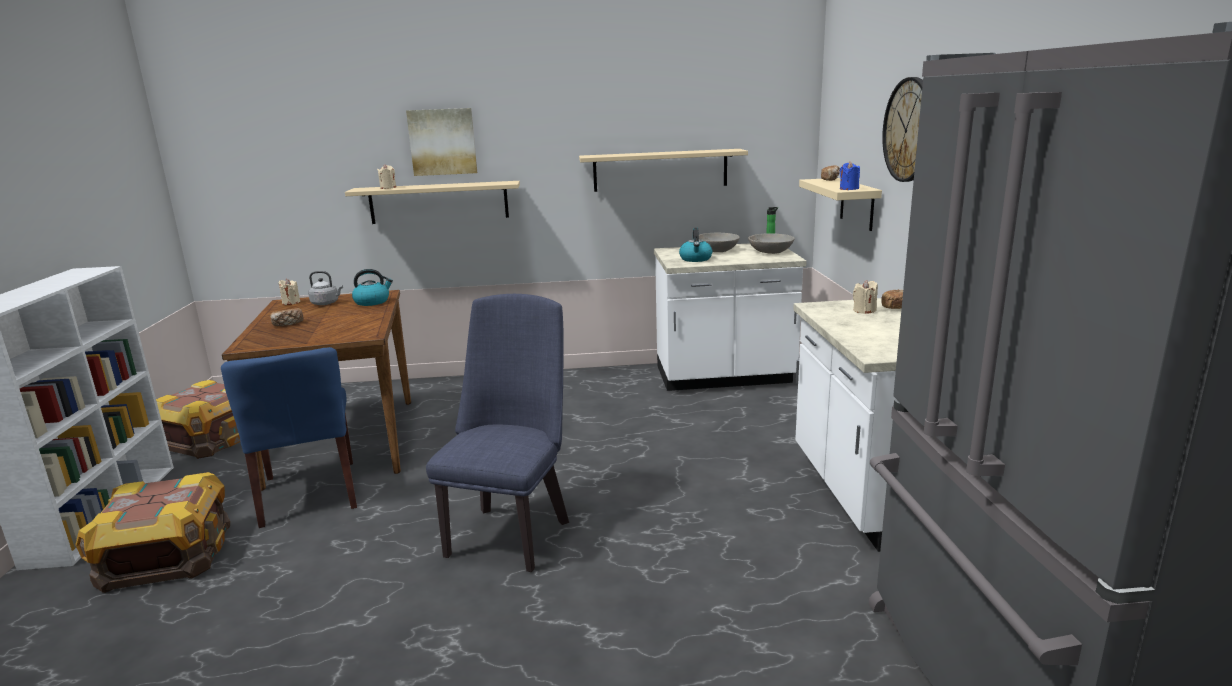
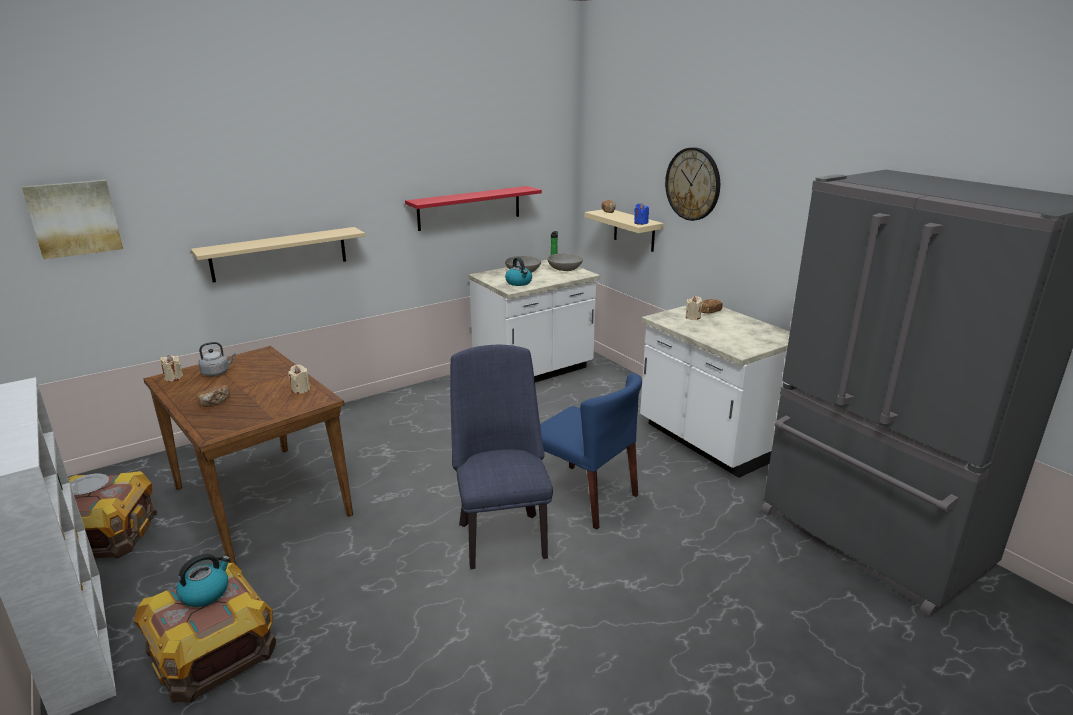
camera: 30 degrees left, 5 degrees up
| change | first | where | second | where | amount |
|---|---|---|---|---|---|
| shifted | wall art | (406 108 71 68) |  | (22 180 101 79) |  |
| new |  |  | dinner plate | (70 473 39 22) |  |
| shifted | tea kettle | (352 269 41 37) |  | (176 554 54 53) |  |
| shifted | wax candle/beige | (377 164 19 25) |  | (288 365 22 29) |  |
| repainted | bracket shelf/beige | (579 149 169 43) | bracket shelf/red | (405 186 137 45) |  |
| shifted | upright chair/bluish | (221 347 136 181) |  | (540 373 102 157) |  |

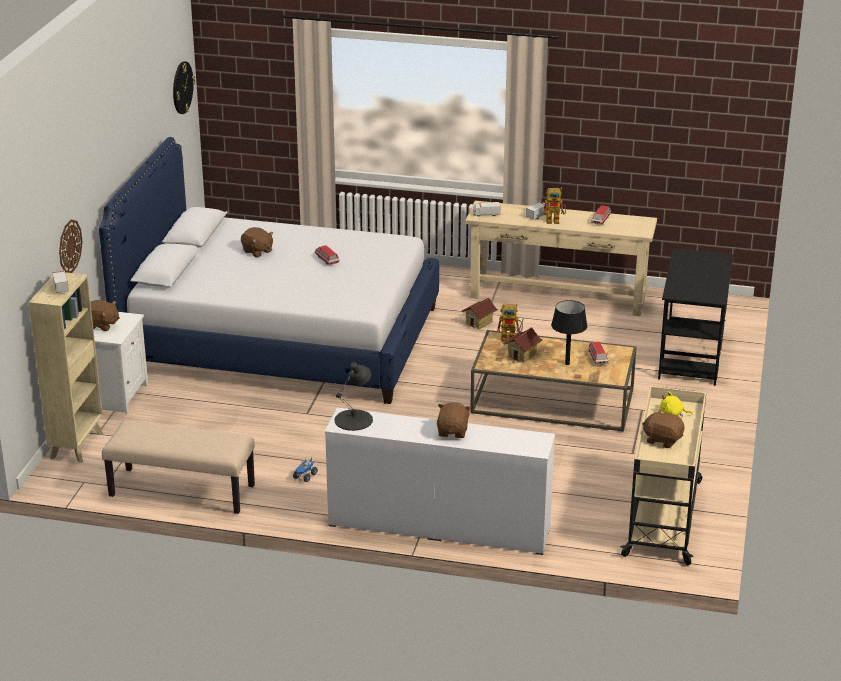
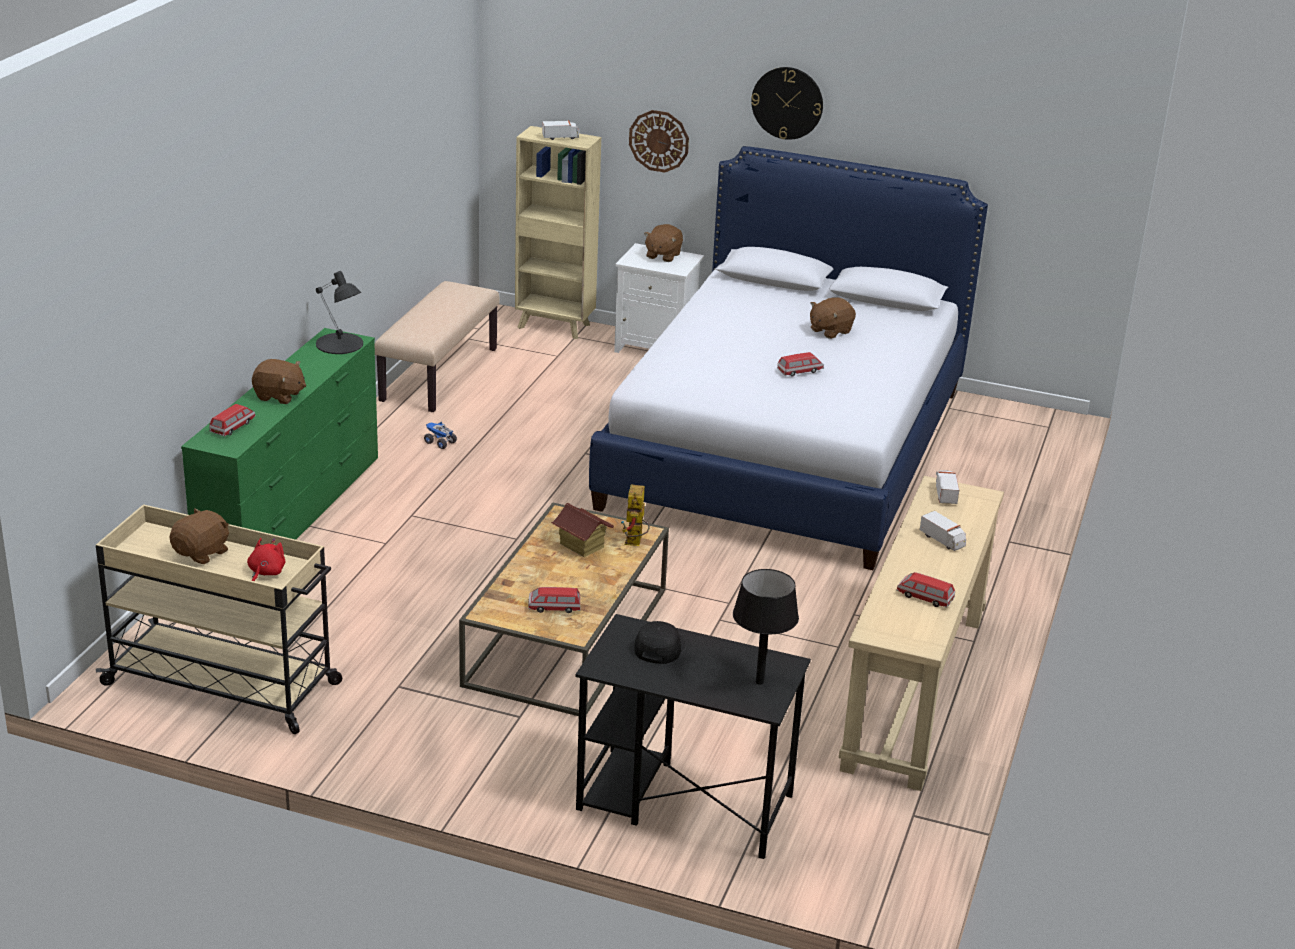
camera: 95 degrees right, 0 degrees up
| change | first | where | second | where | amount |
|---|---|---|---|---|---|
| repainted | dresser/white-coloured | (325 408 230 147) | dresser/greenish | (181 328 197 212) |  |
| new |  |  | toy car | (209 404 47 33) |  |
| repainted | plush toy/yellow | (660 391 33 25) | plush toy/red | (247 538 39 43) |  |
| new |  |  | baseball cap/black | (635 621 50 43) |  |
| shifted | tabletop lamp/black | (551 300 36 65) |  | (733 569 66 116) |  |
| shifted | clock on the wall | (173 61 22 53) |  | (751 67 72 73) |  |
| gone | model house | (462 298 36 31) |  |  |  |
| gone | model robot | (542 188 24 36) |  |  |  |

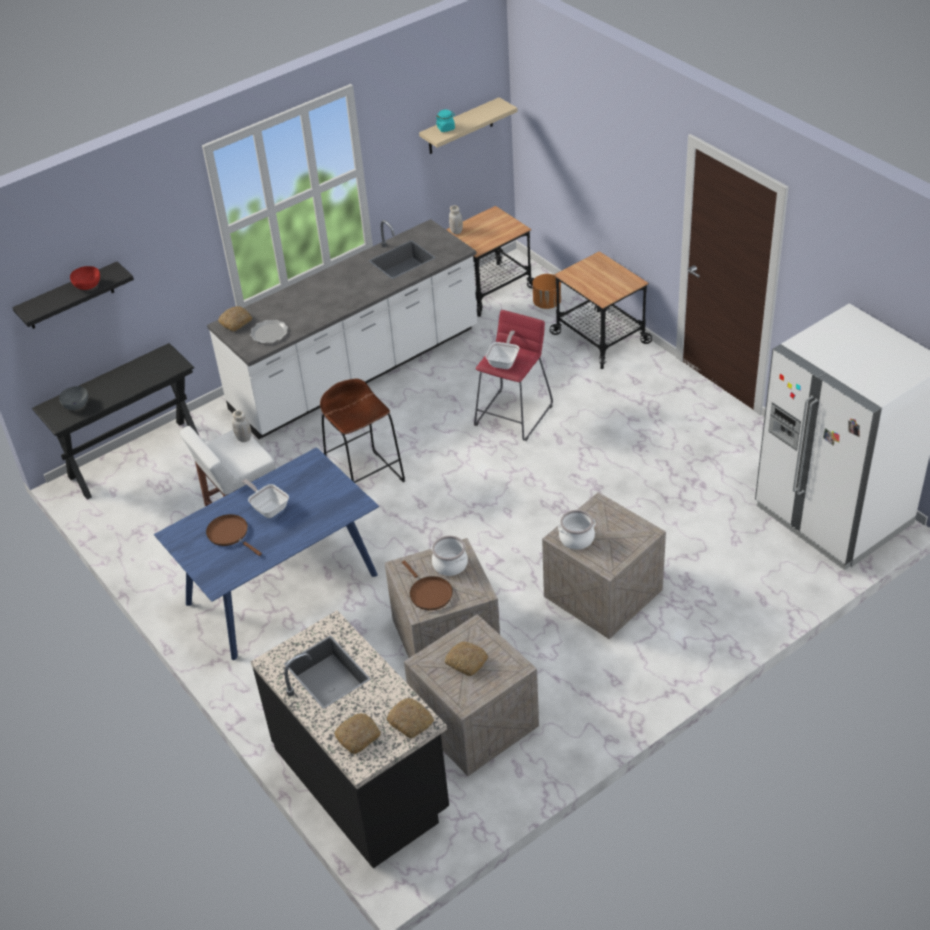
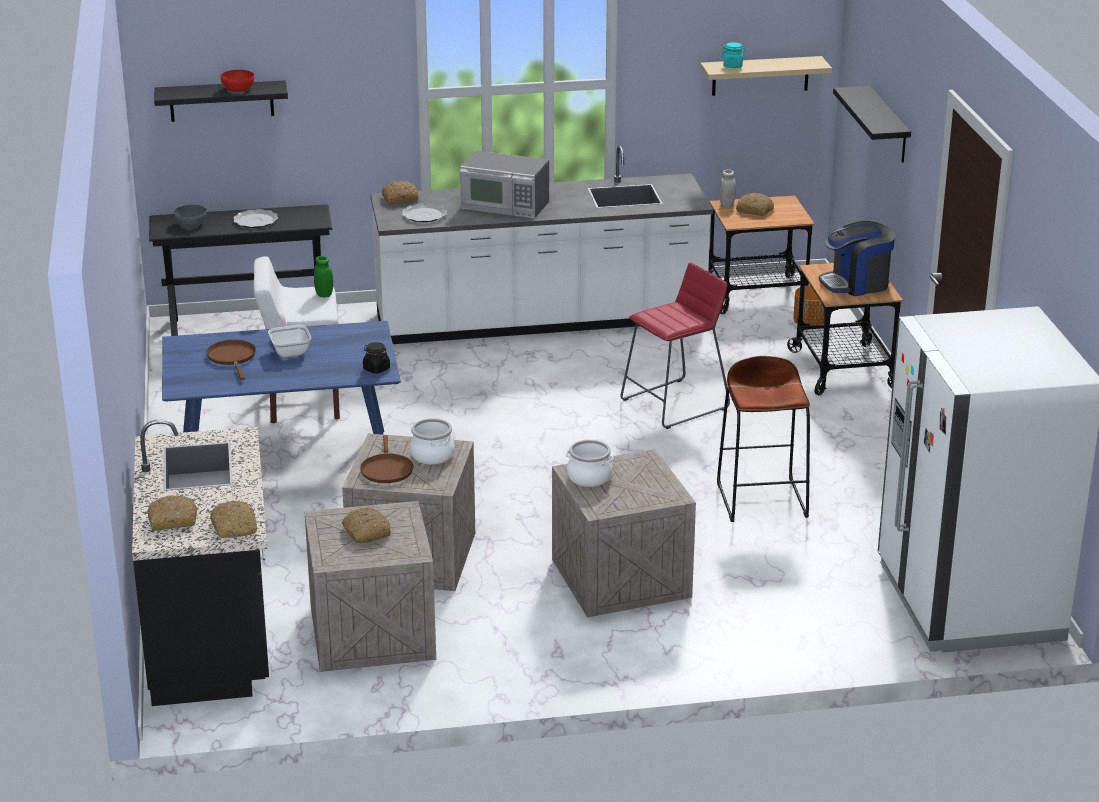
camera: 25 degrees right, 15 degrees down
| change | first | where | second | where | amount |
|---|---|---|---|---|---|
| new |  |  | dinner plate | (233 209 45 19) |  |
| repainted | preserve jar/white-coloured | (232 410 19 32) | preserve jar/greenish | (314 256 19 42) |  |
| new |  |  | preserve jar/black | (363 342 27 32) |  |
| new |  |  | microwave oven | (460 151 89 68) |  |
| shifted | stool/brown-coloured | (320 379 85 104) |  | (717 356 93 166) |  |
| new |  |  | bakery bread | (736 193 38 23) |  |
| new |  |  | coffee machine | (819 221 76 75) |  |
| new |  |  | bracket shelf/black | (833 86 78 77) |  |
| gone | pan | (486 330 33 39) |  |  |  |

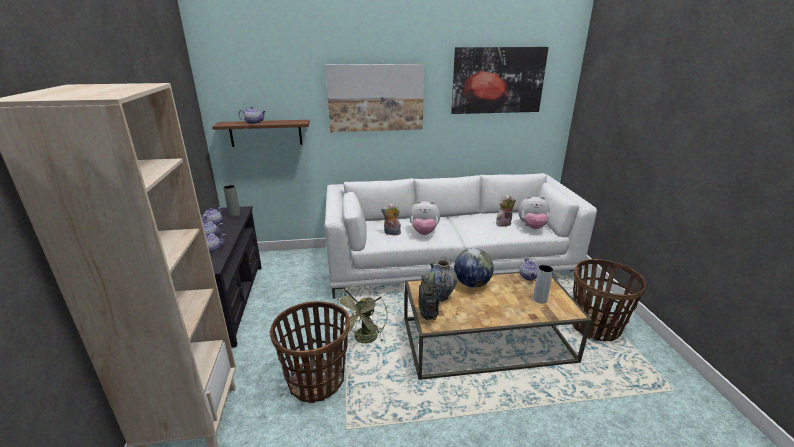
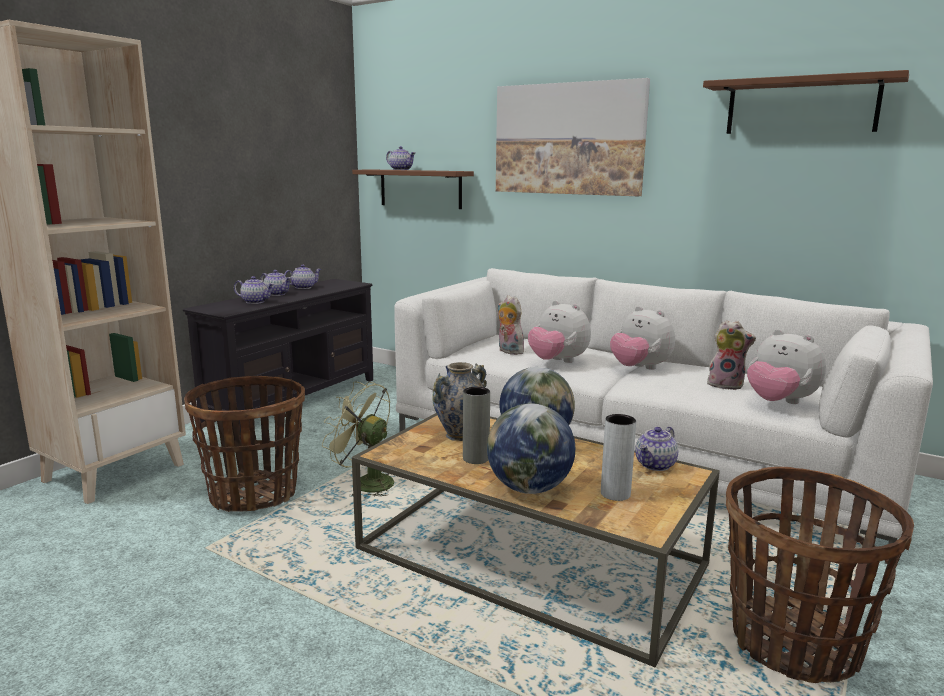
camera: 40 degrees right, 10 degrees down
| change | first | where | second | where | amount |
|---|---|---|---|---|---|
| rotated | fan/greenish | (335 285 53 58) |  | (322 382 72 115) | 60 degrees clockwise |
| shifted | vase/grey | (223 185 17 32) |  | (463 387 27 77) |  |
| new |  |  | world globe | (487 403 88 91) |  |
| new |  |  | plush toy | (610 306 65 64) |  |
| swapped | wall art | (451 47 98 67) | bracket shelf/brown-coloured | (703 70 206 64) |  |
| gone | radio set | (419 274 21 46) |  |  |  |

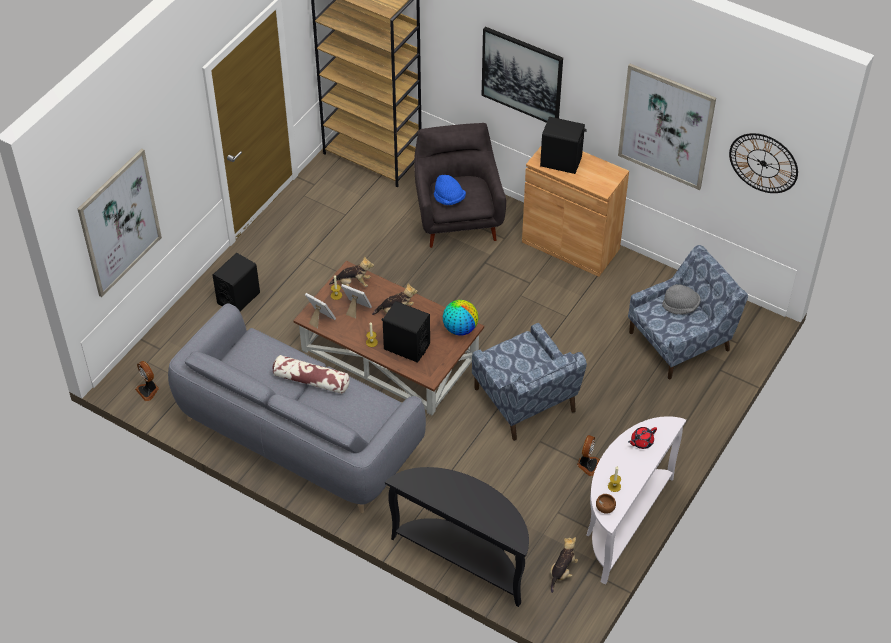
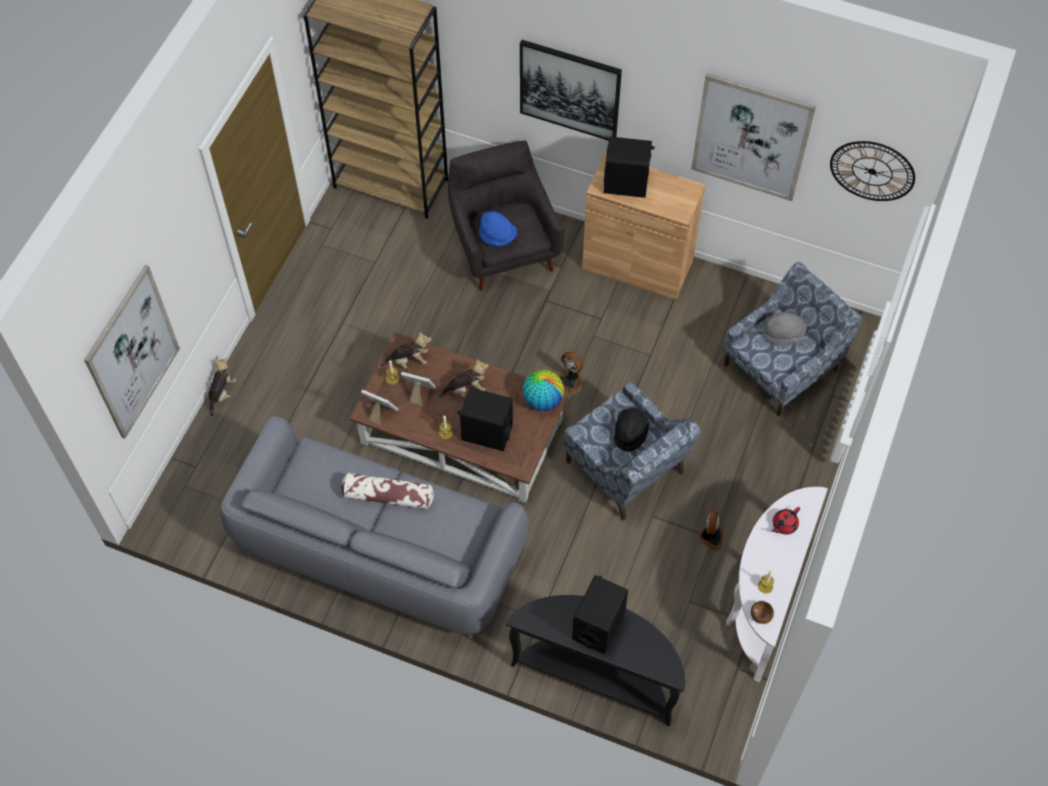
camera: 10 degrees left, 10 degrees up
| change | first | where | second | where | amount |
|---|---|---|---|---|---|
| shifted | plush toy | (550 537 28 56) |  | (207 357 29 59) |  |
| shifted | fan | (135 361 24 40) |  | (559 351 24 42) |  |
| shifted | speaker/black | (212 253 48 58) |  | (572 575 56 79) |  |
| new |  |  | wearable hat/black | (614 407 36 45) |  |

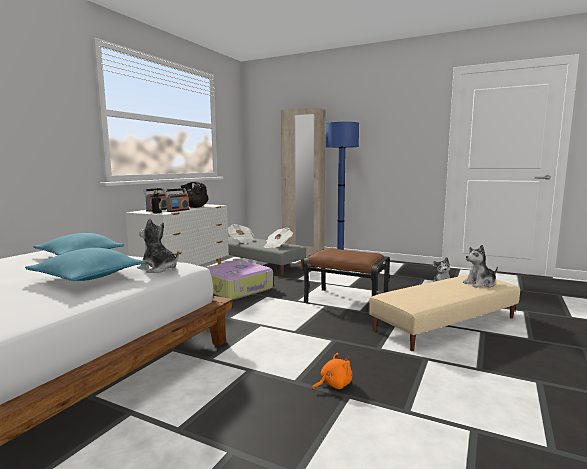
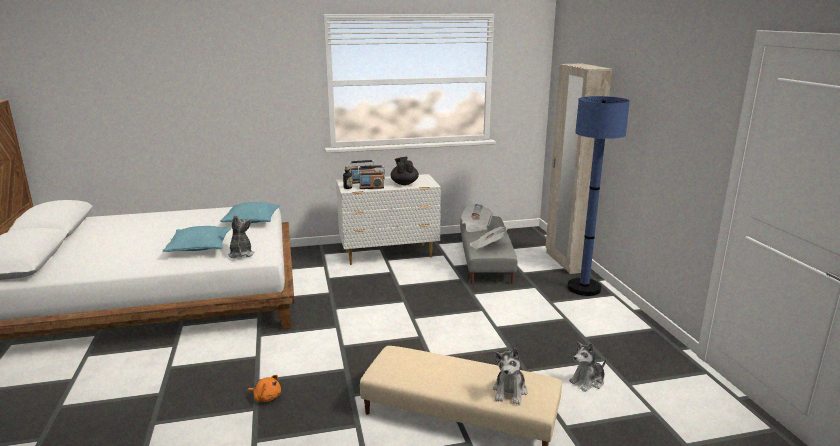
camera: 50 degrees right, 10 degrees up
| change | first | where | second | where | amount |
|---|---|---|---|---|---|
| rotated | plush toy | (463 245 35 43) |  | (493 348 34 57) | 105 degrees counterclockwise |
| gone | suitcase | (206 260 67 40) |  |  |  |
| gone | ottoman/brown-coloured | (303 248 87 55) |  |  |  |

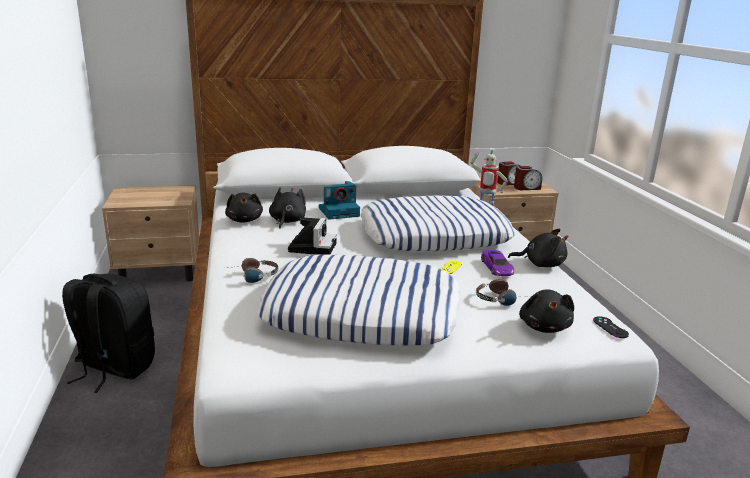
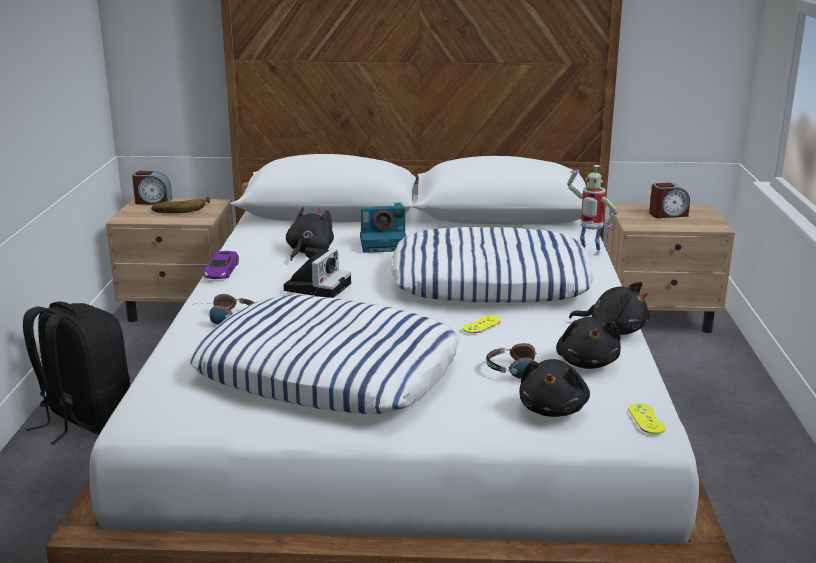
camera: 15 degrees right, 0 degrees up
| change | first | where | second | where | amount |
|---|---|---|---|---|---|
| shifted | table clock | (514 166 28 24) |  | (132 171 40 33) |  |
| new |  |  | whole banana | (151 196 59 17) |  |
| shifted | toy car/purple-coloured | (481 250 33 26) |  | (204 251 35 28) |  |
| shifted | plush toy/black | (225 192 38 31) |  | (556 317 65 52) |  |
| repainted | game controller/black | (593 316 36 22) | game controller/yellow | (628 404 38 30) |  |

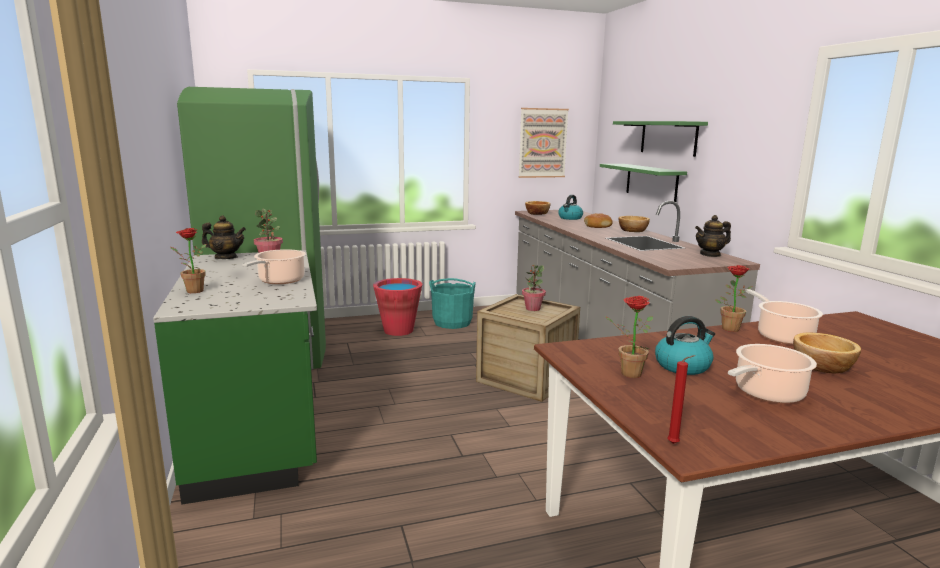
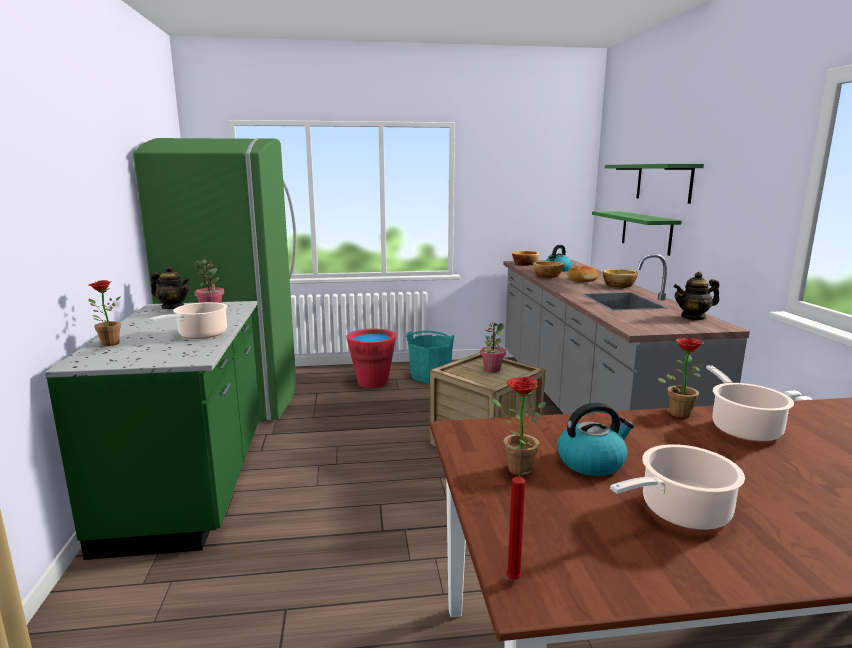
camera: 10 degrees right, 0 degrees up
| change | first | where | second | where | amount |
|---|---|---|---|---|---|
| shifted | deep dish | (793 333 68 41) |  | (533 261 31 17) |  |
| gone | wall art | (518 108 51 70) |  |  |  |

